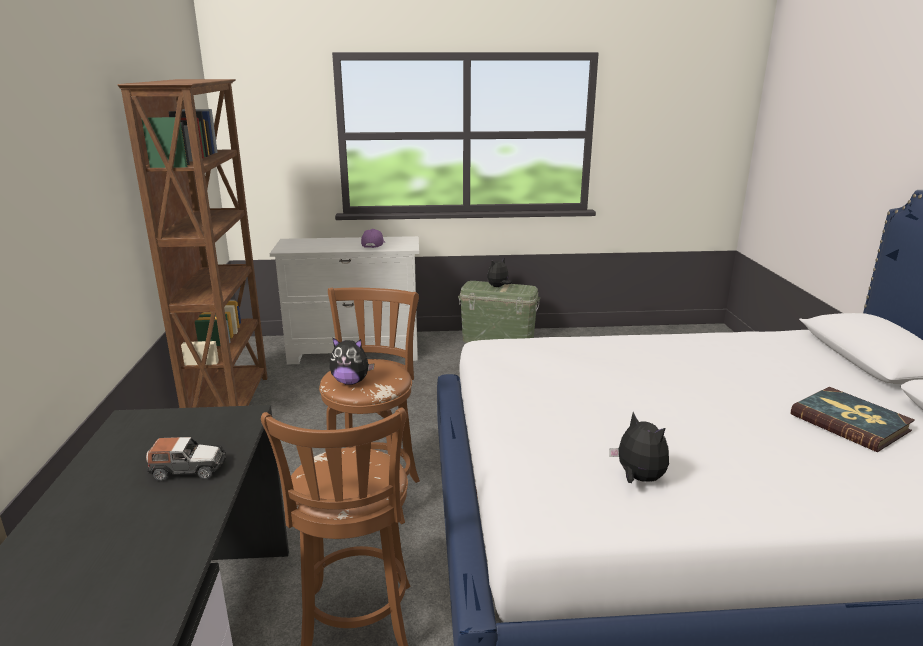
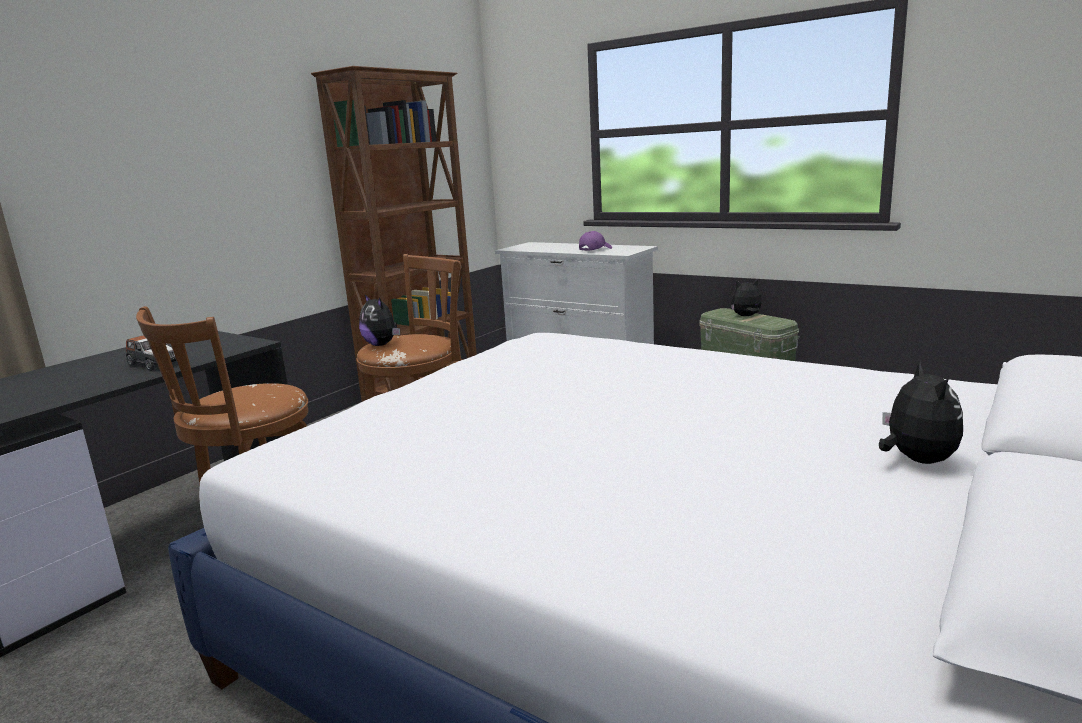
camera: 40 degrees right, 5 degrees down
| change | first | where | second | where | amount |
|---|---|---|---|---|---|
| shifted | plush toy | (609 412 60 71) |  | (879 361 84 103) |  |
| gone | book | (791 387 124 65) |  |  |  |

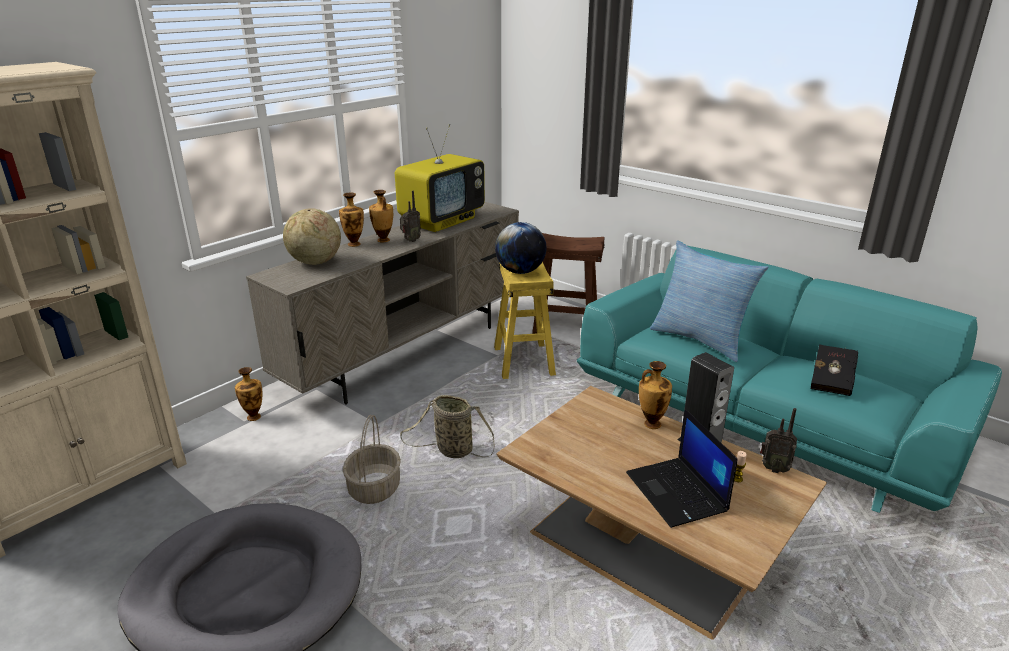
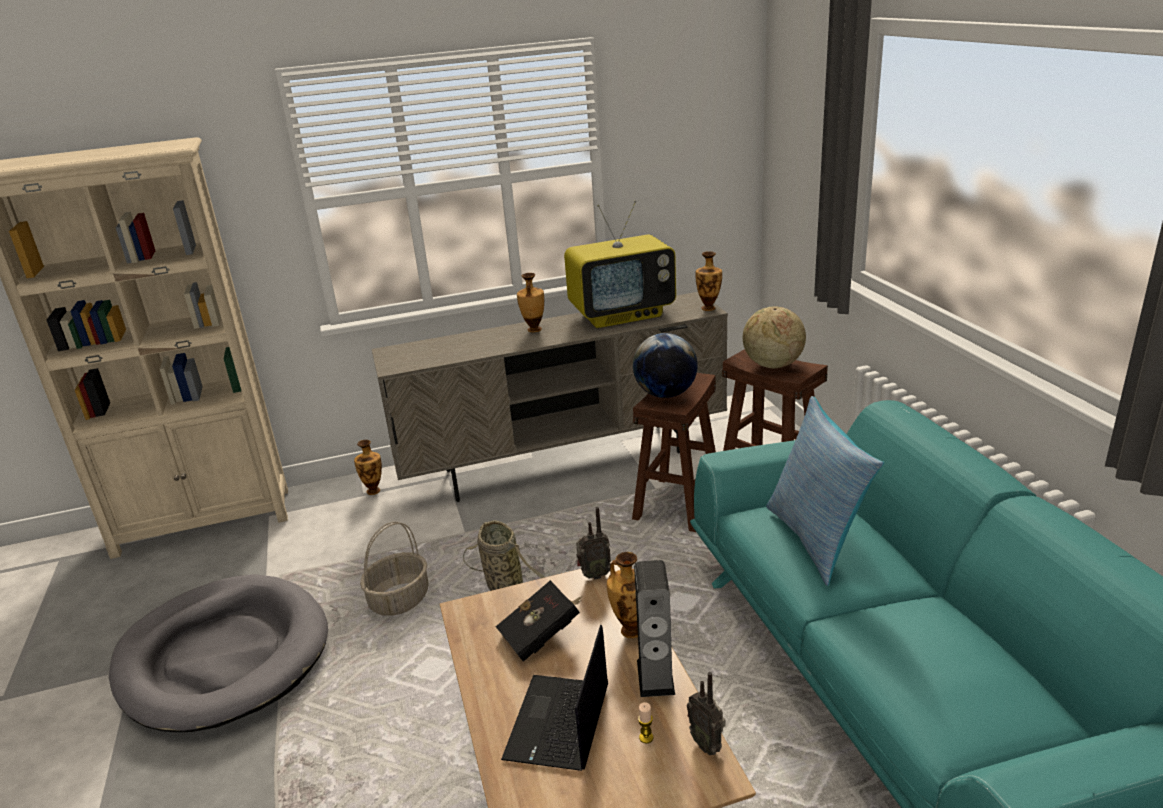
camera: 35 degrees right, 0 degrees up
| change | first | where | second | where | amount |
|---|---|---|---|---|---|
| shifted | book/black | (811 344 47 52) |  | (496 580 87 82) |  |
| shifted | radio set | (400 191 21 51) |  | (576 507 35 73) |  |
| repainted | stool/yellow | (494 262 62 117) | stool/brown-coloured | (632 373 84 159) |  |
| shifted | vase | (339 193 25 54) |  | (696 251 26 60) |  |
| shifted | world globe | (283 208 58 57) |  | (743 306 63 62) |  |

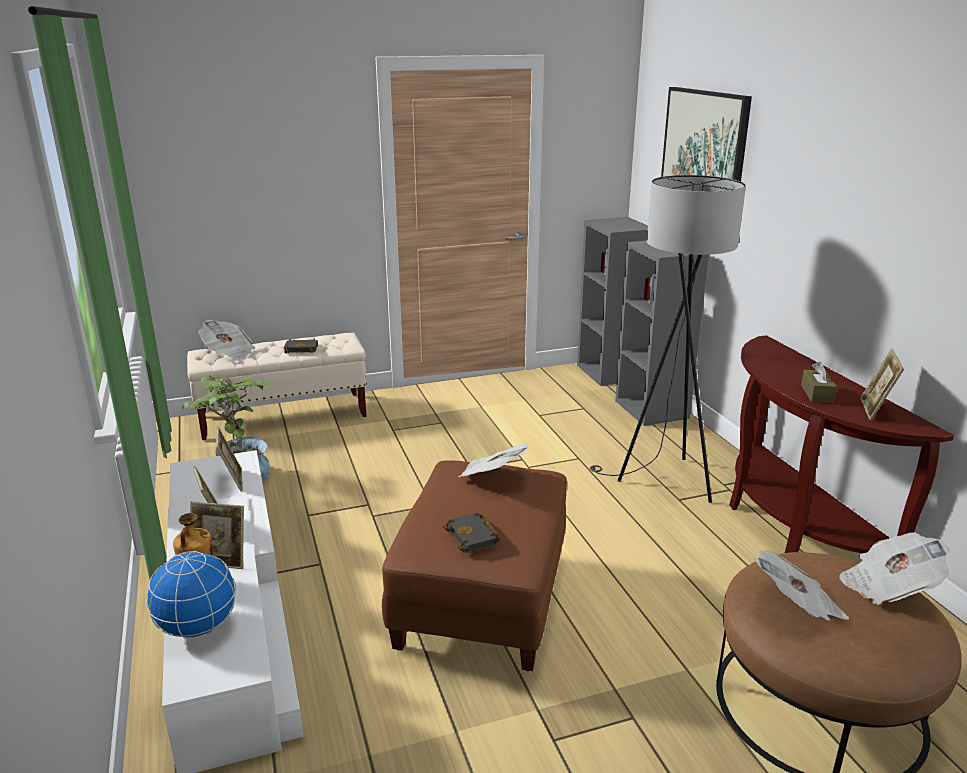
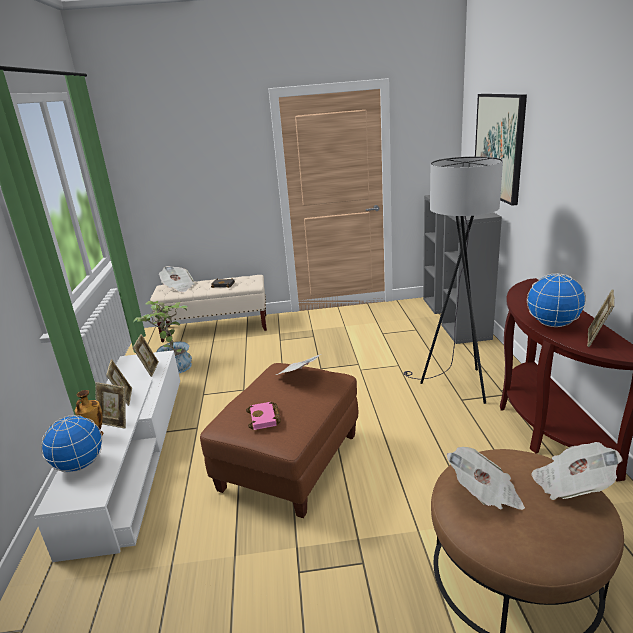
camera: 15 degrees right, 0 degrees up
| change | first | where | second | where | amount |
|---|---|---|---|---|---|
| repainted | book/black | (443 513 58 40) | book/pink-coloured | (246 402 35 28) |  |
| swapped | tissue box/brown-coloured | (801 361 36 42) | world globe | (527 273 59 54) |  |

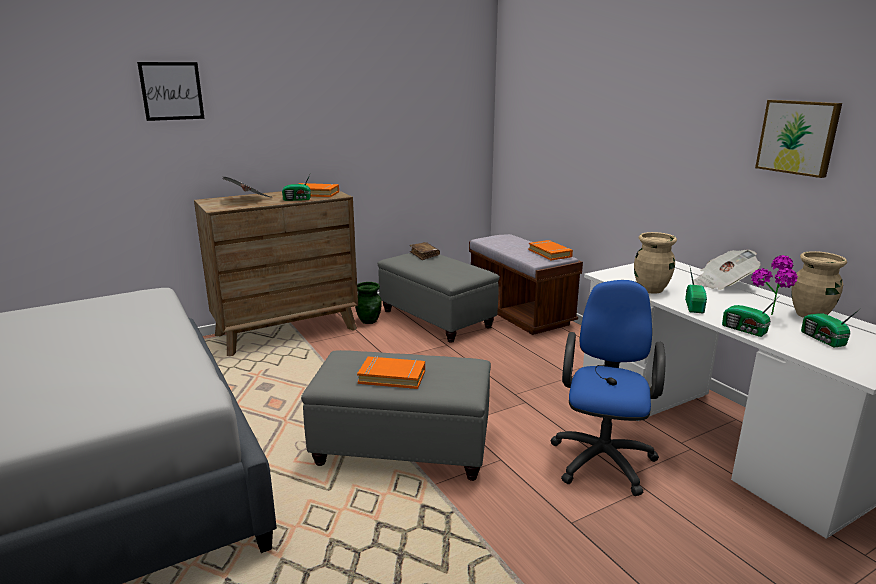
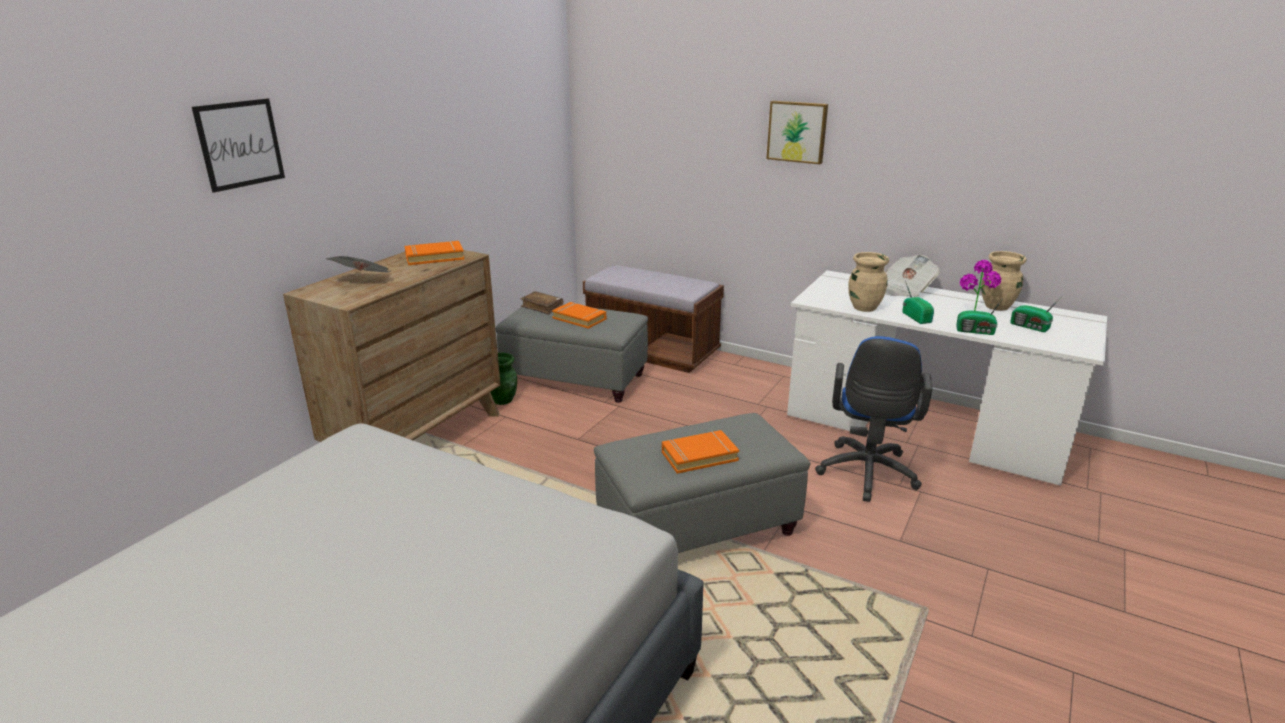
camera: 30 degrees left, 5 degrees up
| change | first | where | second | where | amount |
|---|---|---|---|---|---|
| shifted | book/orange | (529 240 44 20) |  | (552 302 54 27) |  |
| shifted | wall art | (755 100 87 78) |  | (767 101 61 63) |  |
| rotated | computer chair/bluish | (550 280 116 216) |  | (815 336 117 166) | 150 degrees counterclockwise |
| gone | radio set | (282 172 29 29) |  |  |  |

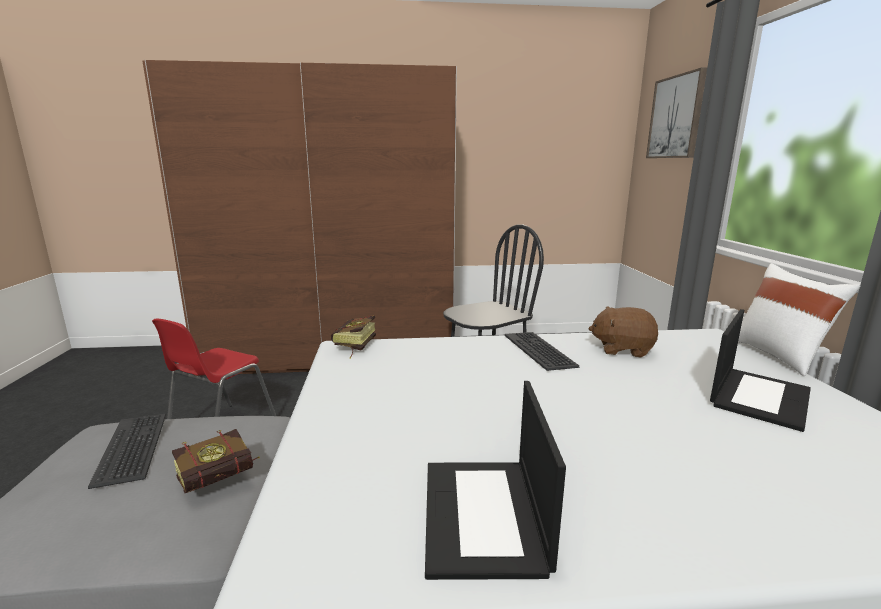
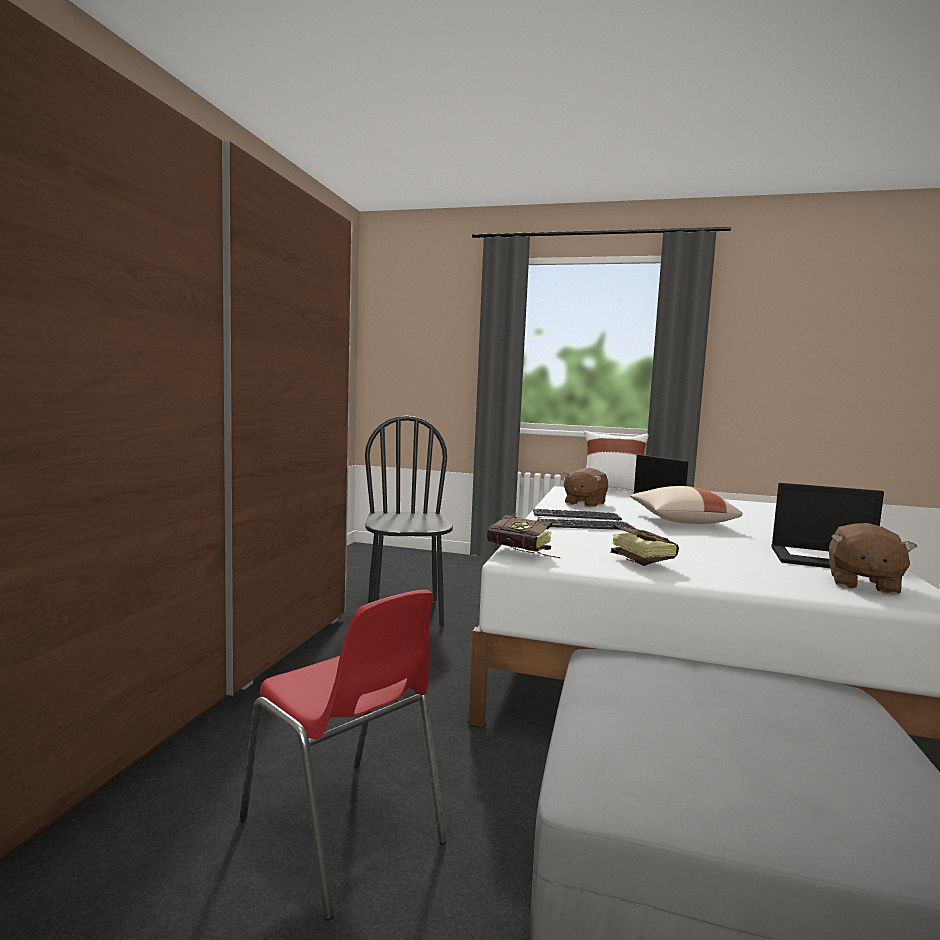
camera: 70 degrees left, 10 degrees down
| change | first | where | second | where | amount |
|---|---|---|---|---|---|
| shifted | PC keyboard | (88 414 78 75) |  | (539 519 97 11) |  |
| shifted | book | (172 429 87 64) |  | (609 524 70 42) |  |
| new |  |  | throw pillow/beige | (630 486 113 38) |  |
| new |  |  | plush toy/brown-coloured | (829 523 88 72) |  |
| gone | wall art | (646 67 61 91) |  |  |  |

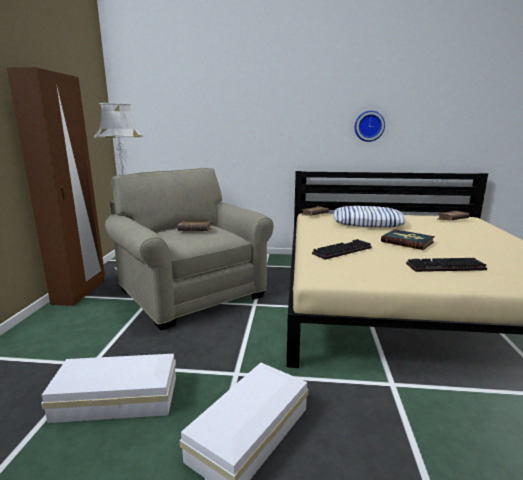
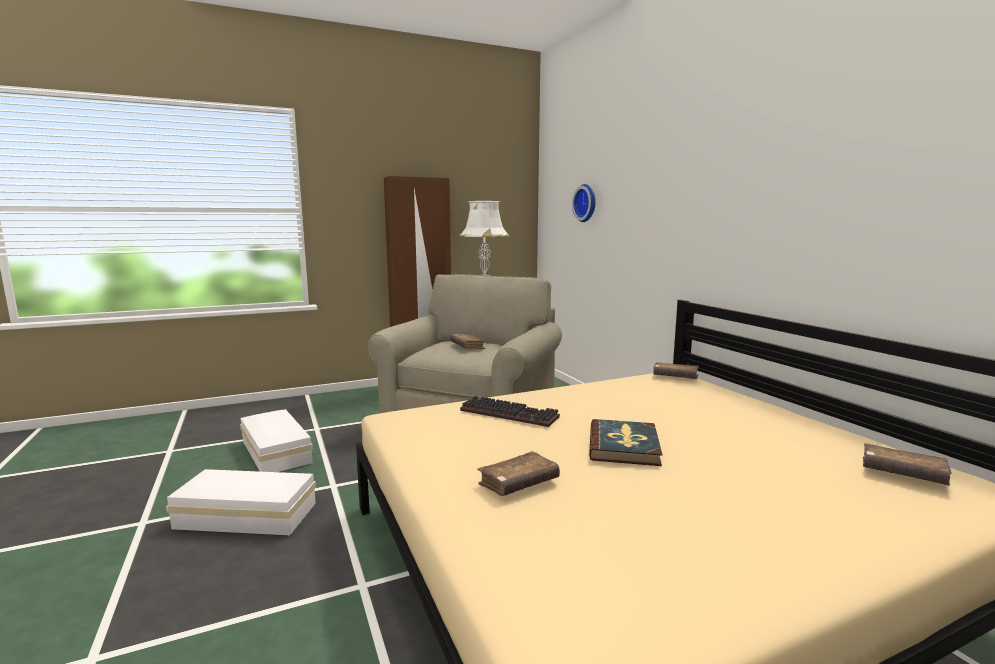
camera: 60 degrees right, 5 degrees down
| change | first | where | second | where | amount |
|---|---|---|---|---|---|
| swapped | PC keyboard | (406 258 81 14) | book/brown-coloured | (477 451 83 45) |  |
| shifted | clock on the wall | (355 111 30 31) |  | (572 184 24 38) |  |
| gone | throw pillow | (333 206 73 22) |  |  |  |

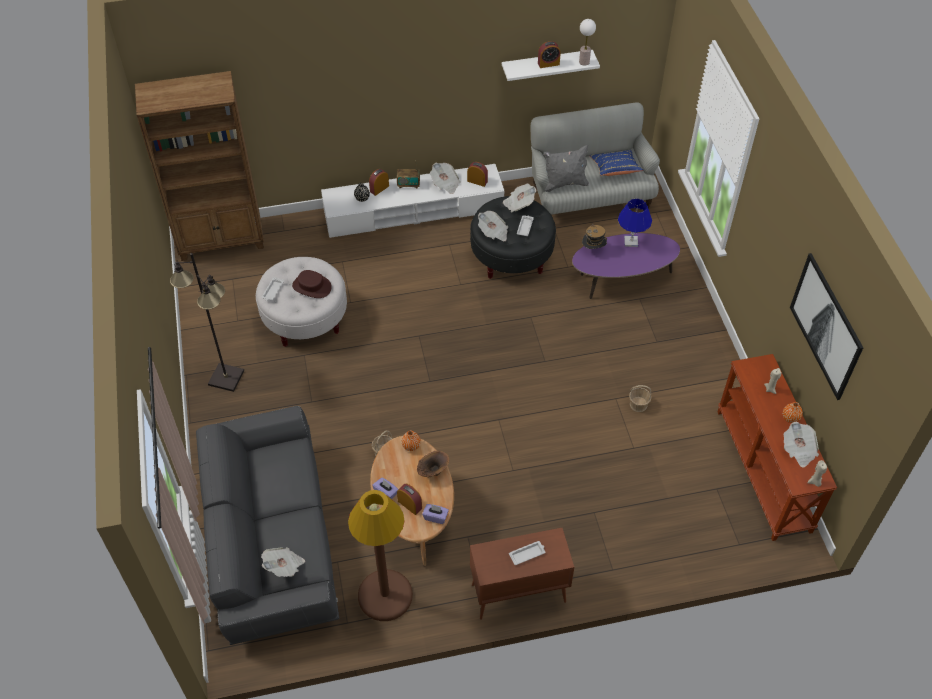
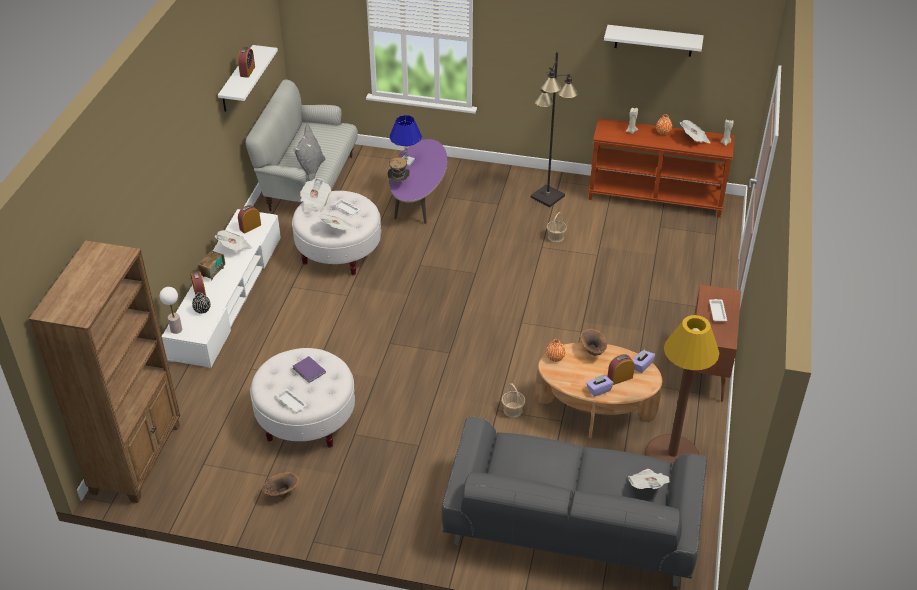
camera: 65 degrees left, 10 degrees down
| change | first | where | second | where | amount |
|---|---|---|---|---|---|
| shifted | tabletop lamp | (579 19 17 47) |  | (160 287 22 47) |  |
| new |  |  | vase/brown-coloured | (262 472 37 27) |  |
| repainted | ottoman/black | (470 196 86 83) | ottoman/white-coloured | (292 191 89 84) |  |
| swapped | wearable hat/brown-coloured | (292 270 40 28) | book/purple-coloured | (293 356 33 27) |  |
| shifted | standing lamp/black | (170 253 74 139) |  | (531 52 47 155) |  |
| swapped | wall art | (790 253 73 147) | bracket shelf/white-coloured | (604 25 100 32) |  |
| gone | throw pillow/bluish | (590 150 53 26) |  |  |  |

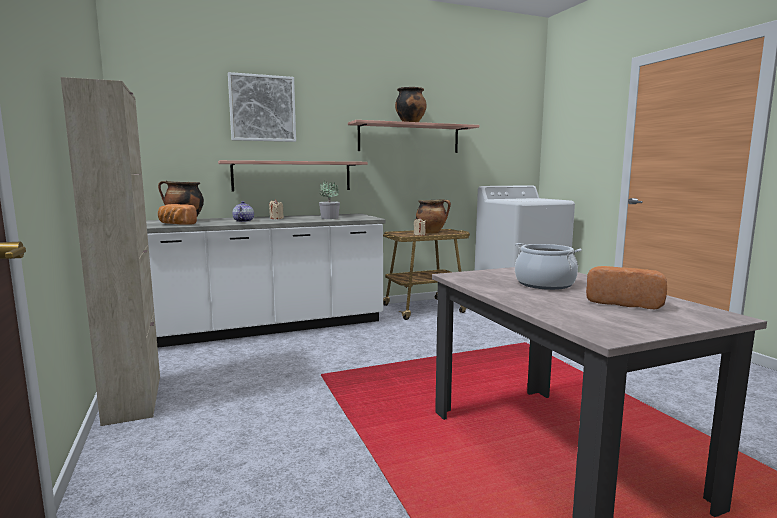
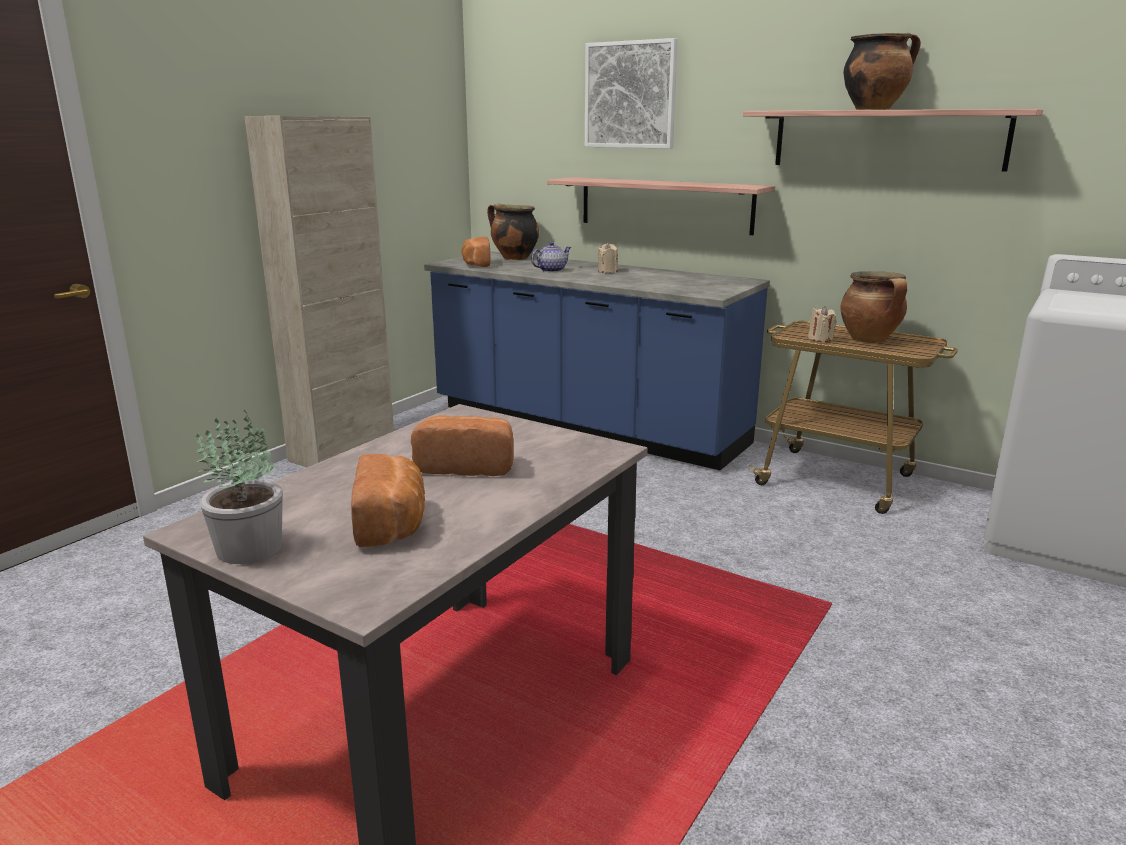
camera: 55 degrees right, 10 degrees up
| change | first | where | second | where | amount |
|---|---|---|---|---|---|
| shifted | potted plant | (319 181 21 38) |  | (196 410 87 154) |  |
| swapped | saucepot | (515 243 67 47) | bakery bread | (411 415 102 61) |  |
| repainted | kitchen counter/white-coloured | (146 214 240 134) | kitchen counter/bluish | (424 251 346 219) |  |

